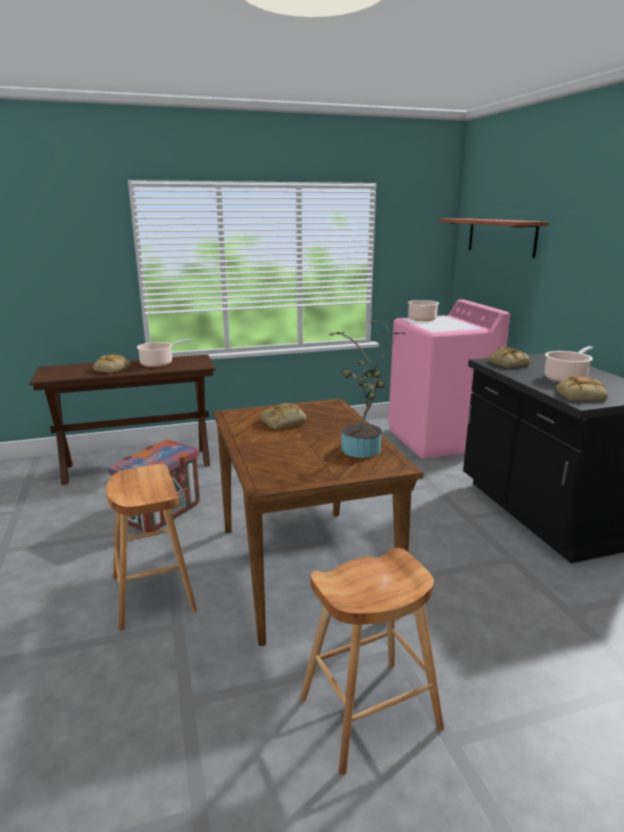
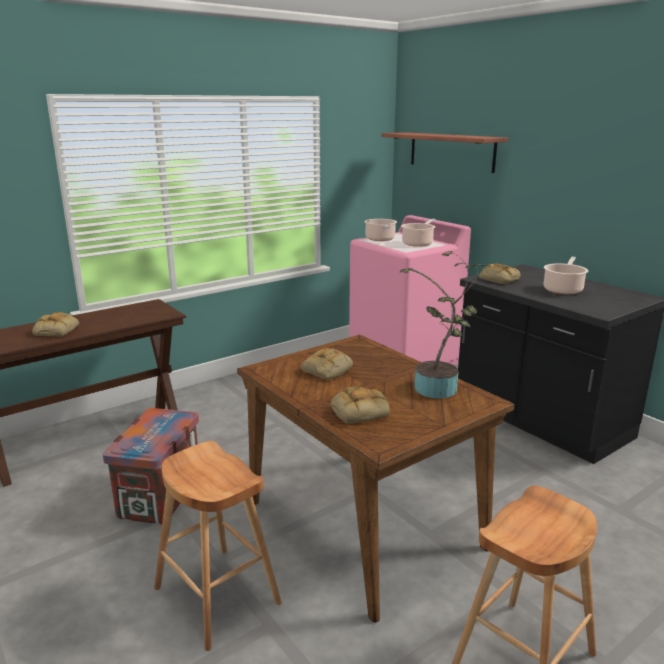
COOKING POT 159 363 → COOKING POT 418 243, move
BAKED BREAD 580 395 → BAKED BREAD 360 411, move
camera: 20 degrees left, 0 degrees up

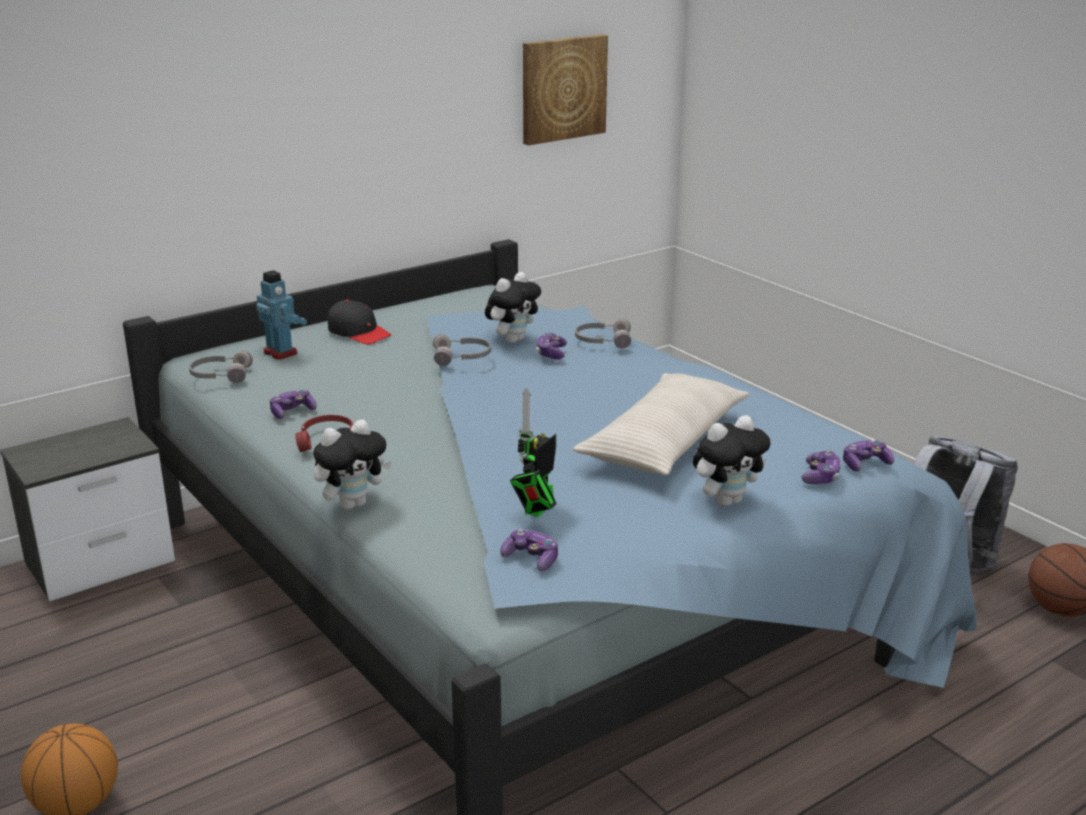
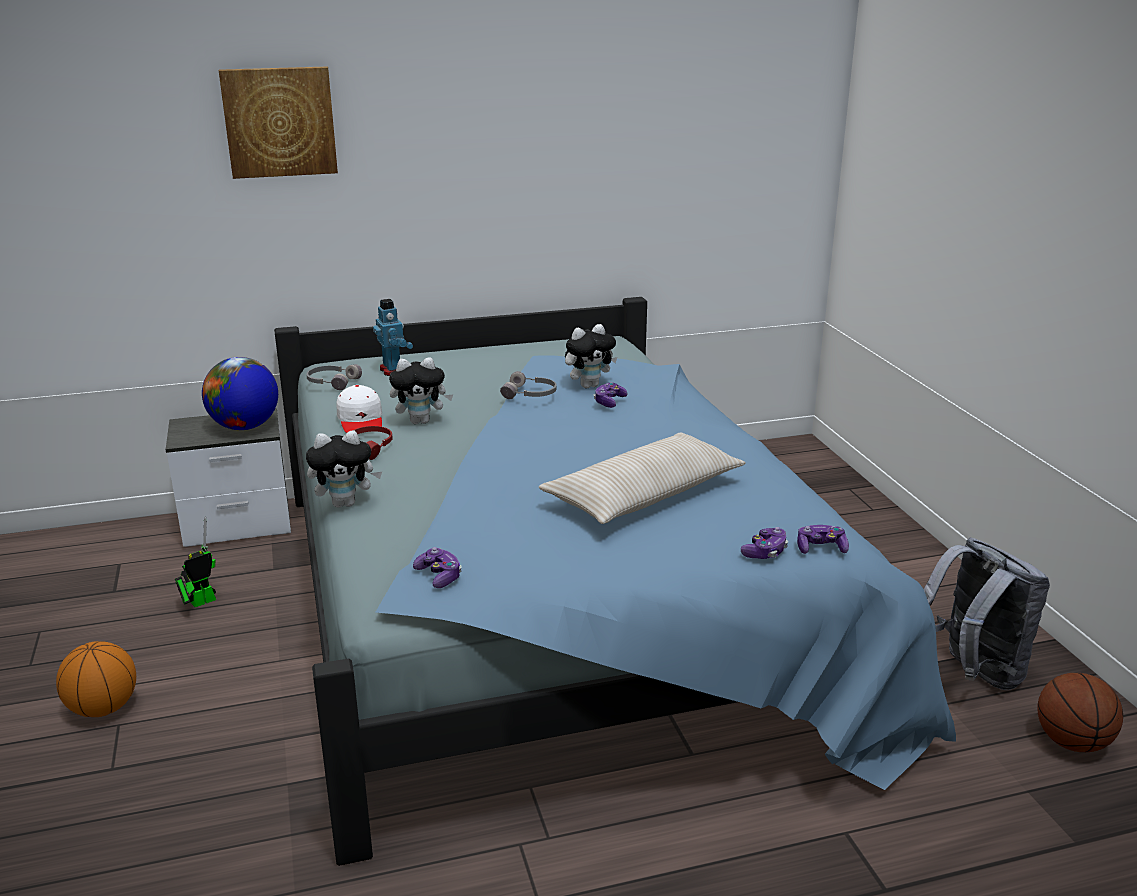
GAMEPAD 292 412 → WHITE-COLOURED BASEBALL CAP 361 420
BLACKISH BASEBALL CAP 359 333 → -
MODEL ROBOT 536 510 → MODEL ROBOT 199 602, move
WALL PICTURE 563 88 → WALL PICTURE 279 122, move
GRAY HEADPHONES 602 341 → -
CUDDLY TOY 727 501 → CUDDLY TOY 421 421, move
- → GLOBE 245 427
camera: 20 degrees right, 0 degrees up

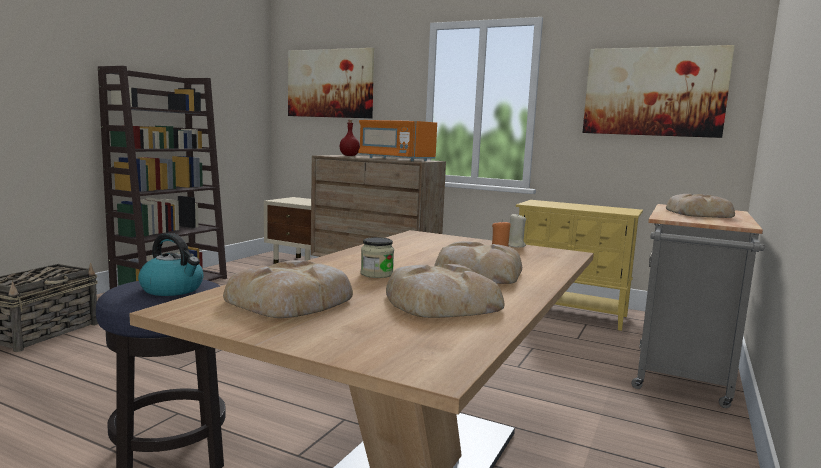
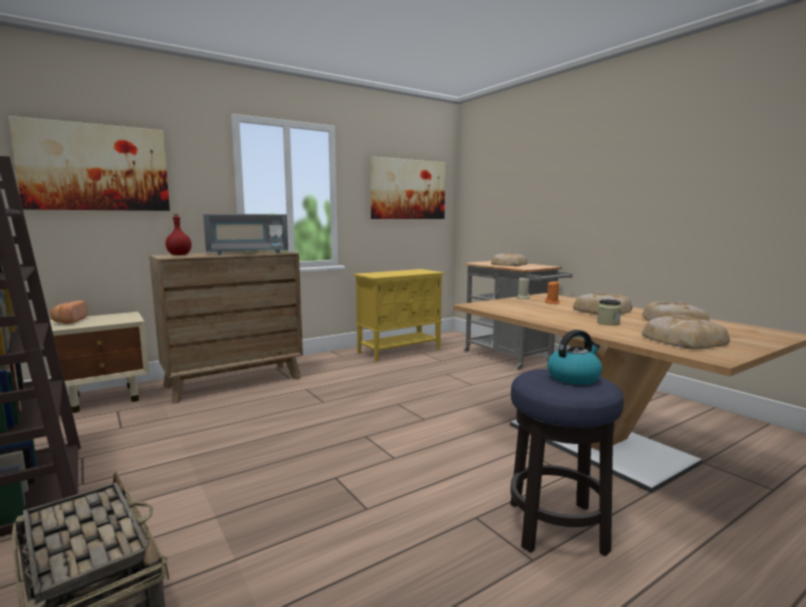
ORANGE-COLOURED MICROWAVE OVEN 394 159 → GRAY MICROWAVE OVEN 247 253
- → BAKED BREAD 69 321
camera: 60 degrees left, 0 degrees up

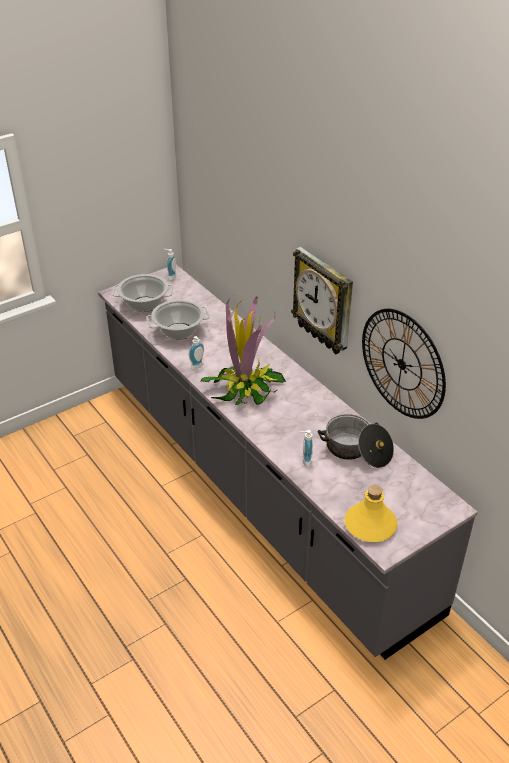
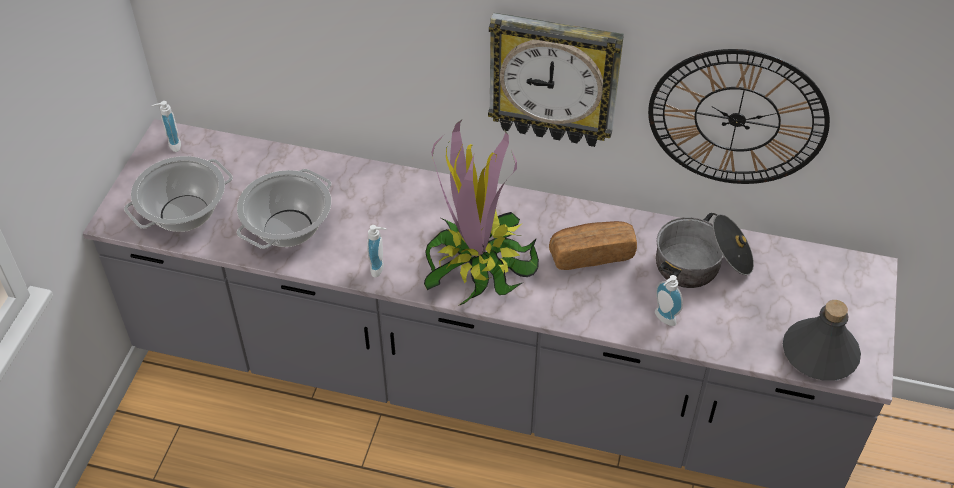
YELLOW DRINK BOTTLE 370 525 → GRAY DRINK BOTTLE 819 354
- → BAKED BREAD 591 254
camera: 40 degrees left, 10 degrees up

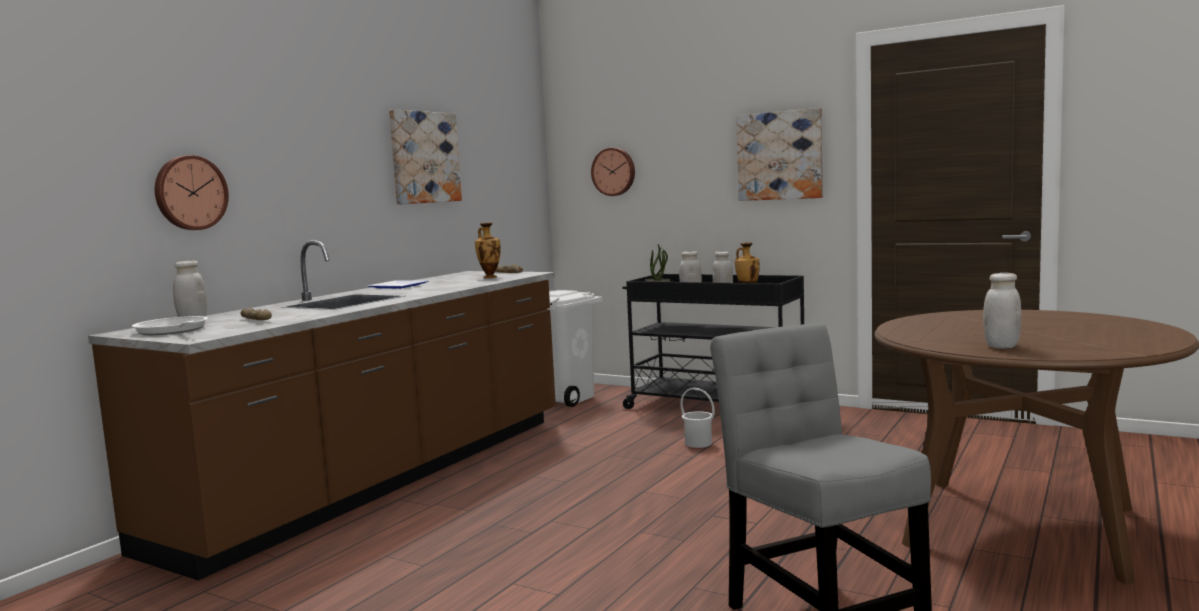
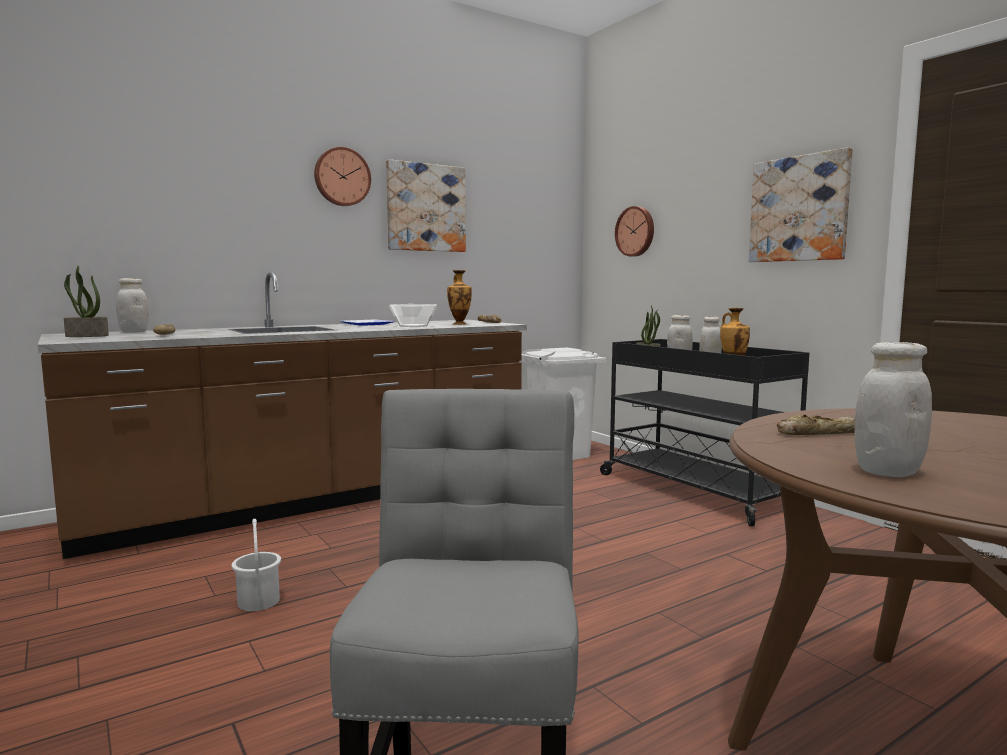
FRYING PAN 173 331 → HOUSEPLANT 86 336
CLOCK ON THE WALL 190 193 → CLOCK ON THE WALL 342 177, move
WHITE-COLOURED BUCKET 698 443 → WHITE-COLOURED BUCKET 258 602, move
- → BOWL 412 326
- → BAKED BREAD 822 433
camera: 25 degrees right, 0 degrees up

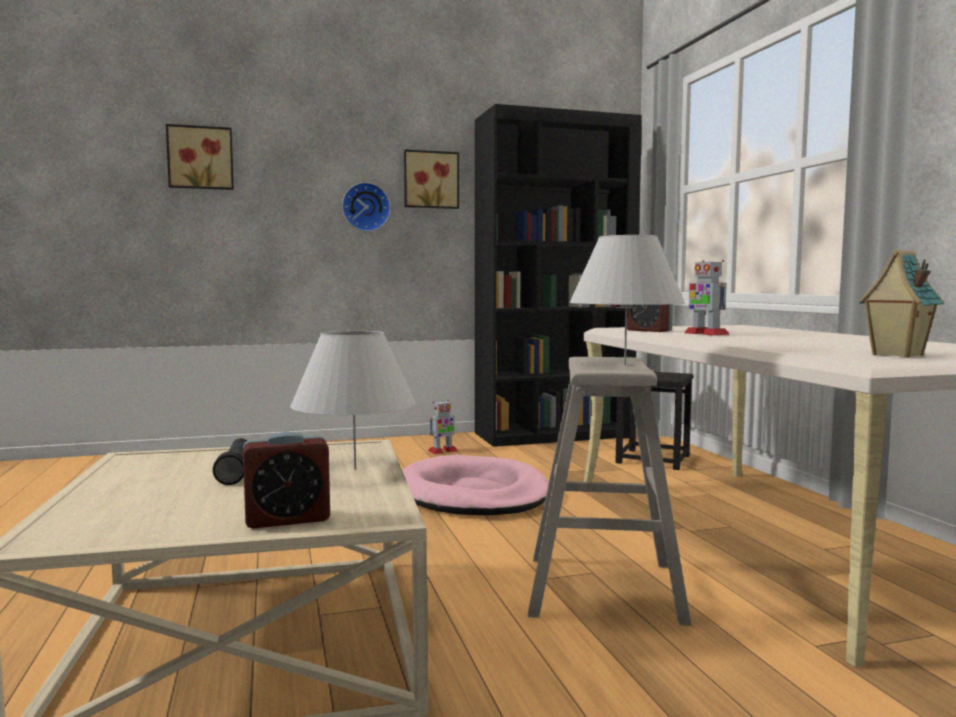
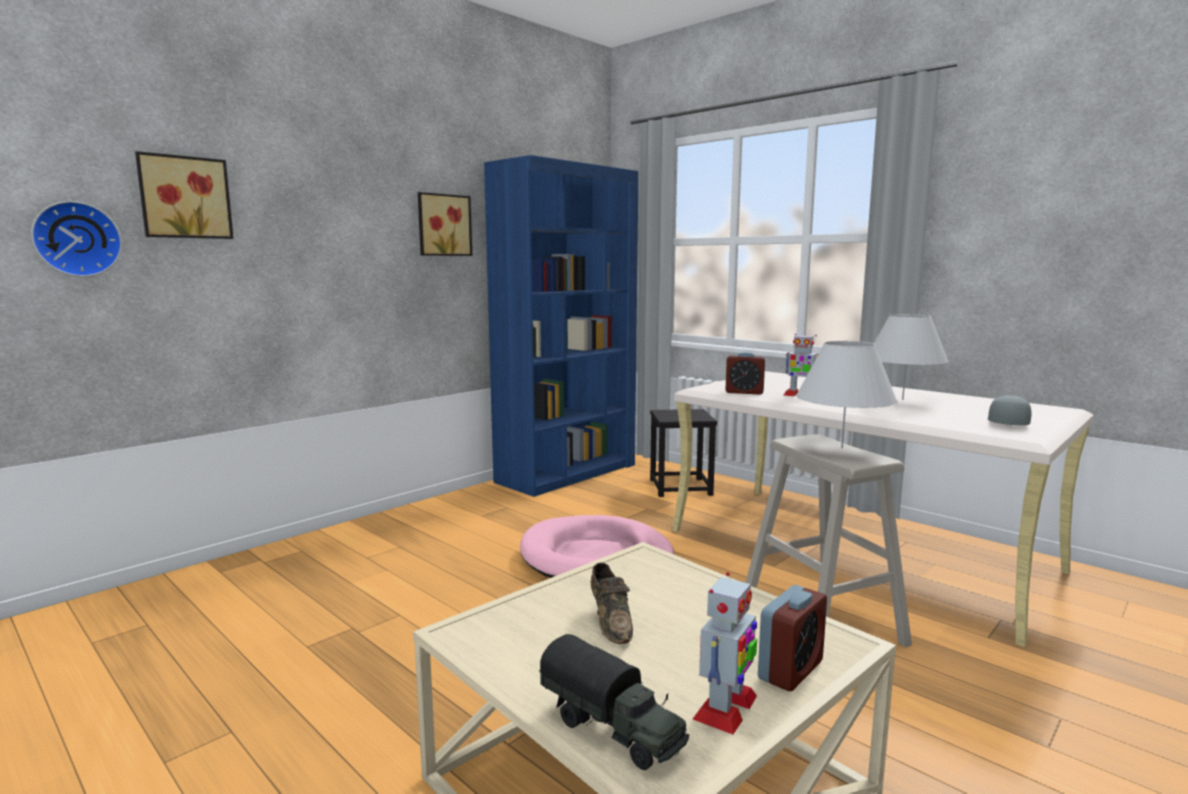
BLACKISH HAND TORCH 236 471 → BROWNISH ITEM OF FOOTWEAR 611 622
WHITE-COLOURED LAMP FOR A TABLE 355 469 → WHITE-COLOURED LAMP FOR A TABLE 902 399, move
CLOCK ON THE WALL 365 207 → CLOCK ON THE WALL 76 239, move
MODEL ROBOT 442 451 → MODEL ROBOT 725 708, move
BLACKISH BOOKSHELF 554 435 → BLUISH BOOKSHELF 567 473
MODEL HOUSE 896 355 → GRAY BASEBALL CAP 1006 423
- → TOY TRUCK 613 729
camera: 30 degrees left, 5 degrees up

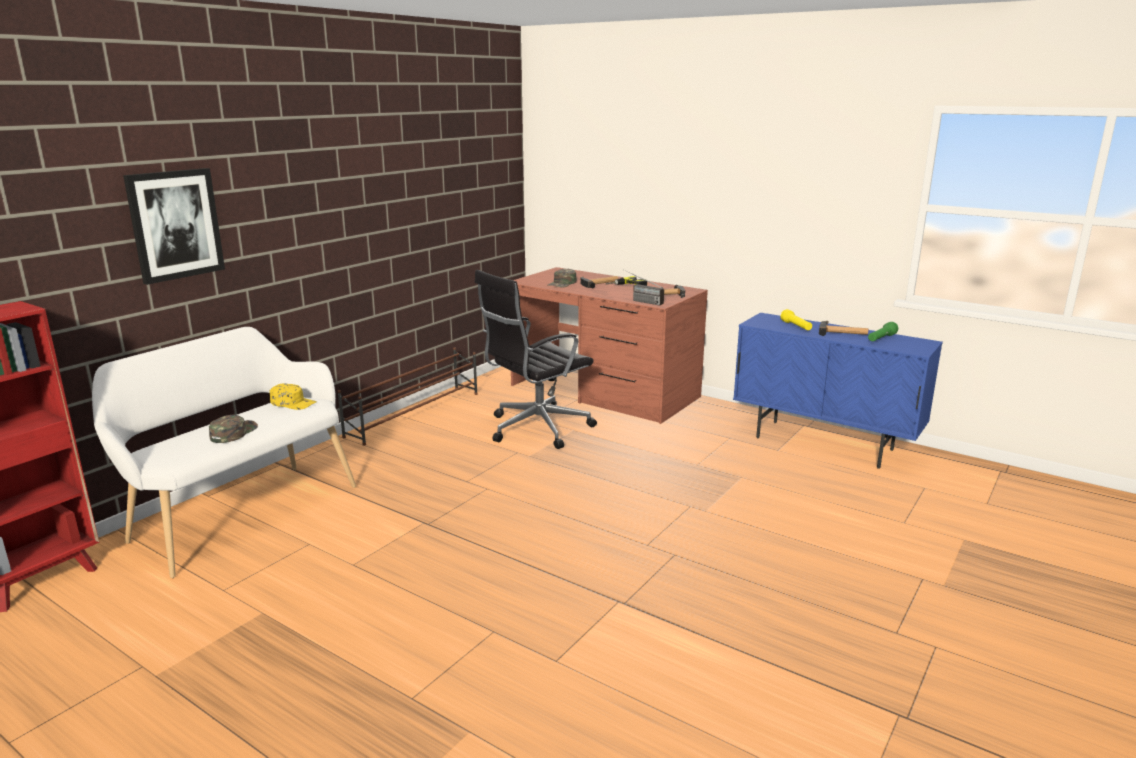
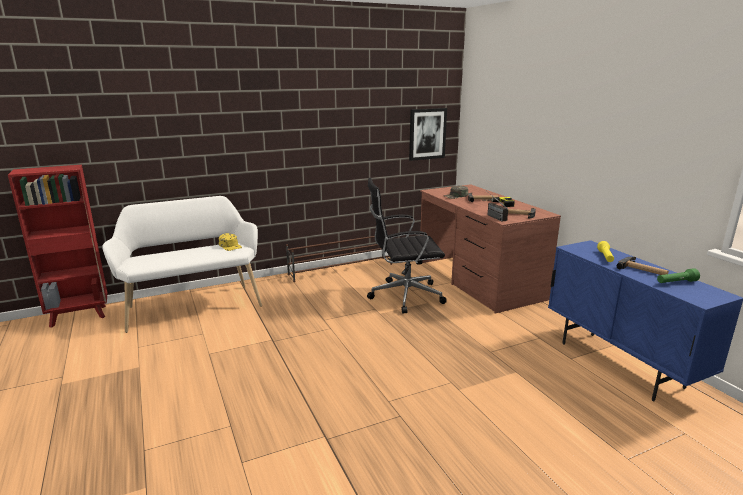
WALL PICTURE 175 224 → WALL PICTURE 427 134, move
GREEN BASEBALL CAP 233 433 → -
camera: 30 degrees right, 0 degrees up

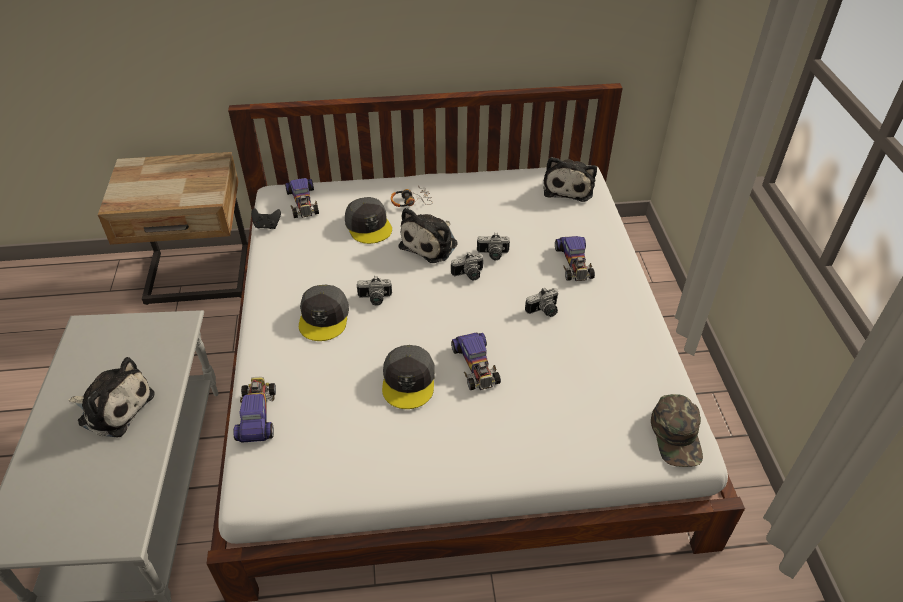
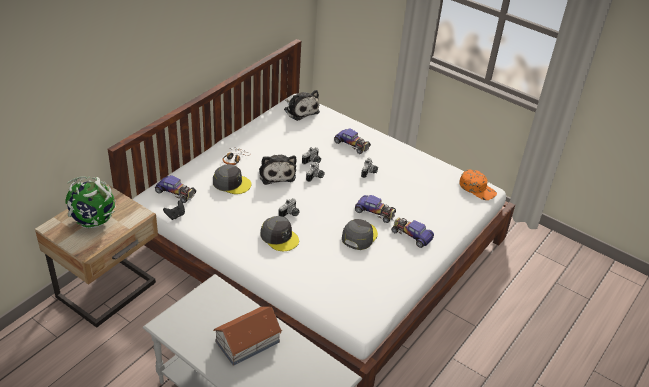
CUDDLY TOY 113 407 → MODEL HOUSE 247 341
MODEL CAR 257 415 → MODEL CAR 411 235, move
GRAY BASEBALL CAP 409 381 → GRAY BASEBALL CAP 359 236, 105 degrees counterclockwise
GREEN BASEBALL CAP 677 435 → ORANGE-COLOURED BASEBALL CAP 477 188
- → GLOBE 93 221
camera: 50 degrees left, 5 degrees down

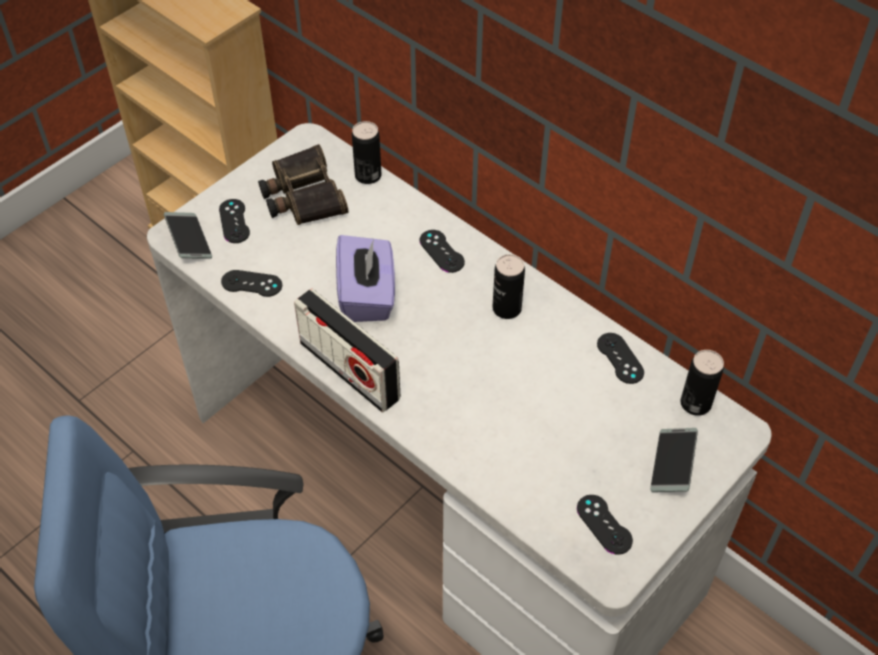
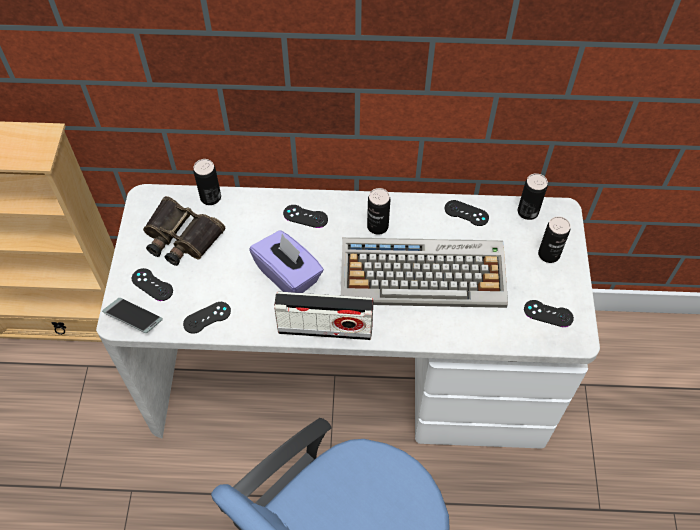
HANDSET 672 464 → SEALED CAN 548 254
- → KEYBOARD 424 273
camera: 40 degrees left, 5 degrees up

